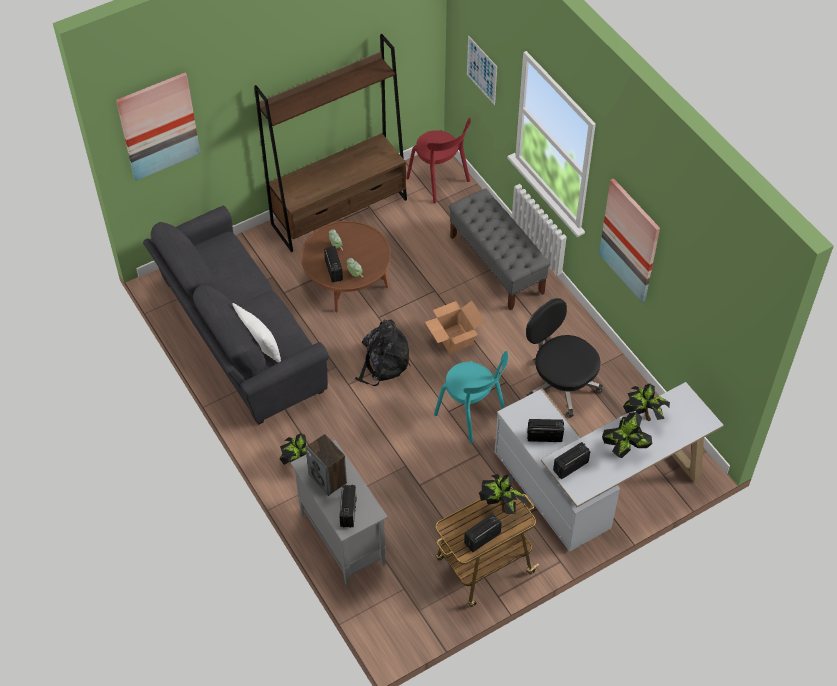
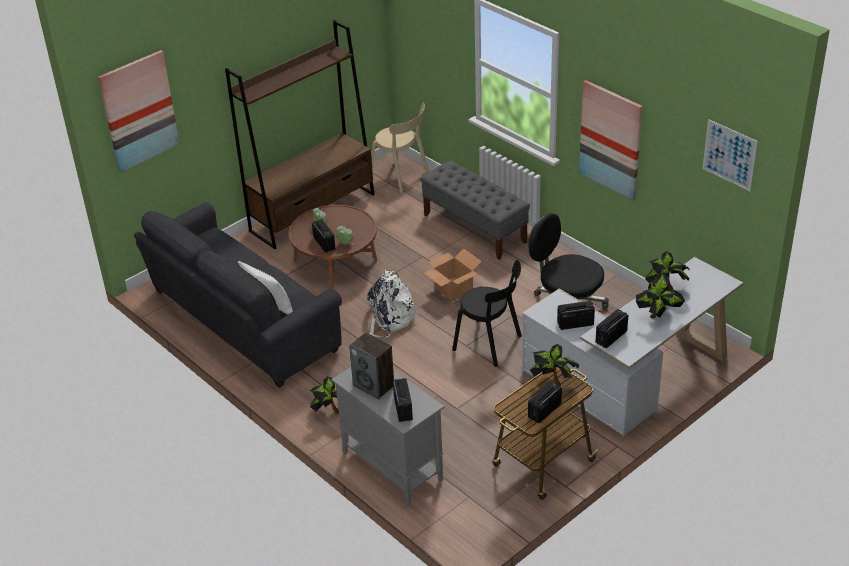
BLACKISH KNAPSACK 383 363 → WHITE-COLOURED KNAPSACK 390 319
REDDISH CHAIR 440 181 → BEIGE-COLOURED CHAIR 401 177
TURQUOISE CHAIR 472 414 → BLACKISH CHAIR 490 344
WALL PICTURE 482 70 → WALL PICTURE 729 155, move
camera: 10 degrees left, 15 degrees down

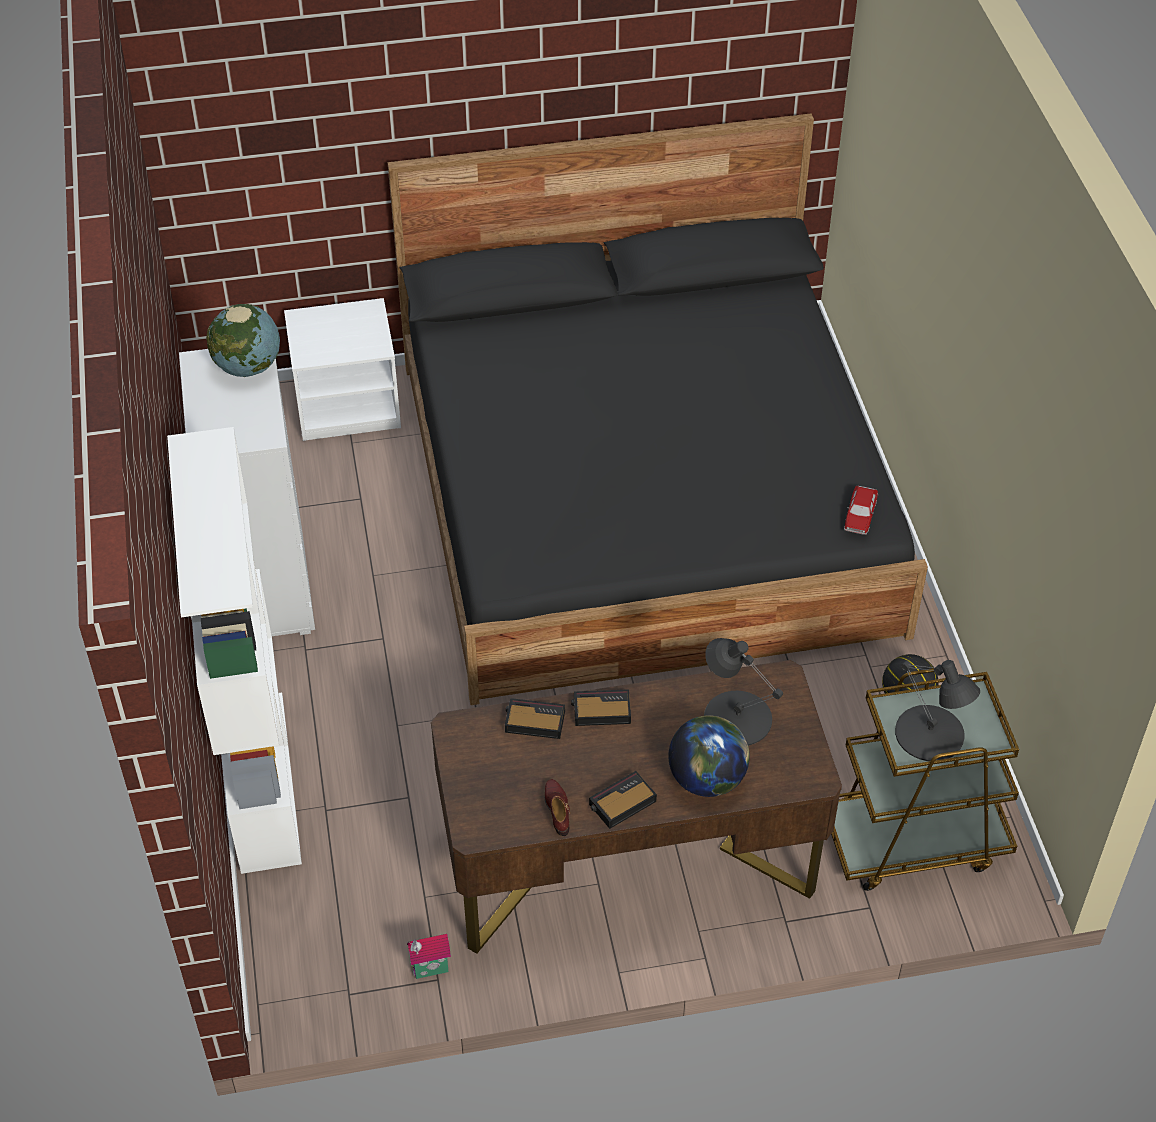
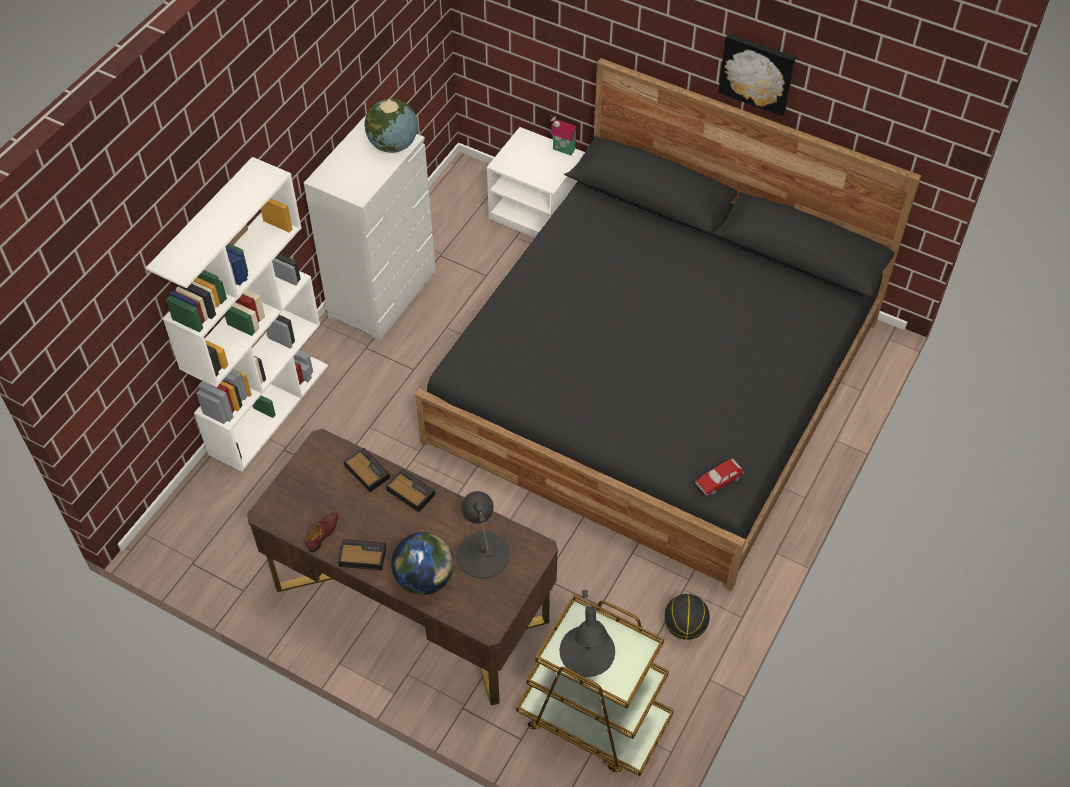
MODEL HOUSE 430 971 → MODEL HOUSE 563 150, move
- → WALL PICTURE 757 73
camera: 40 degrees right, 5 degrees up

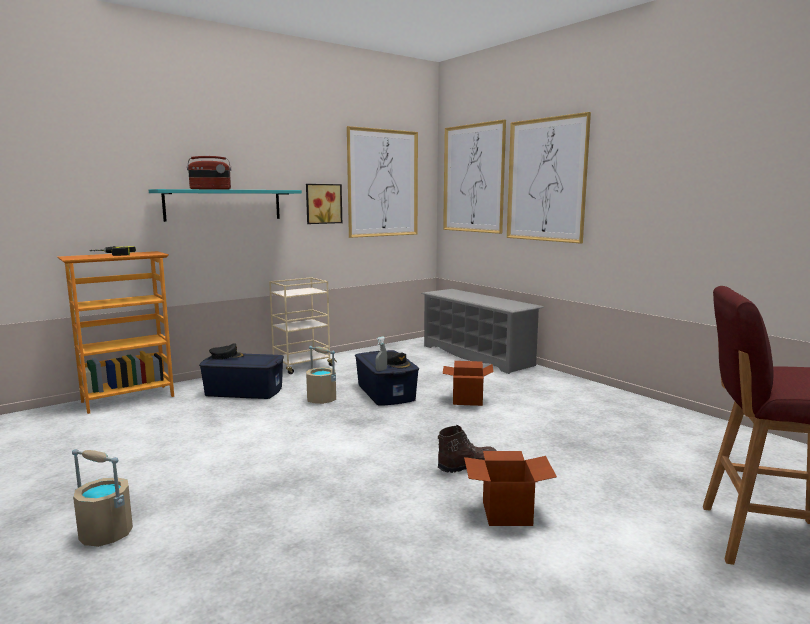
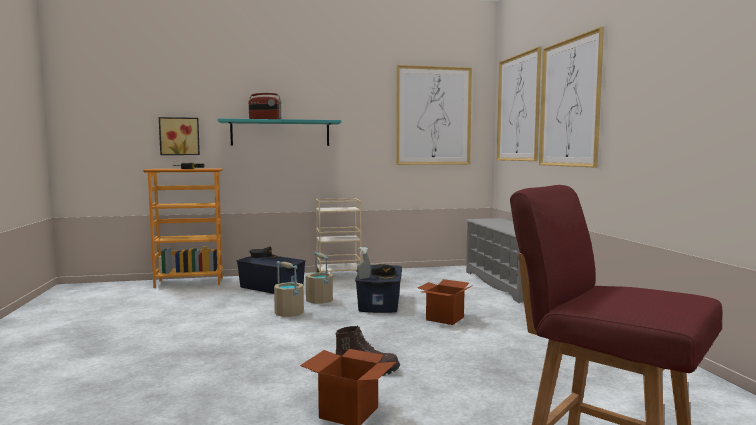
BEIGE-COLOURED BUCKET 106 534 → BEIGE-COLOURED BUCKET 288 313, move
WALL PICTURE 323 203 → WALL PICTURE 179 136, move
camera: 25 degrees right, 5 degrees down

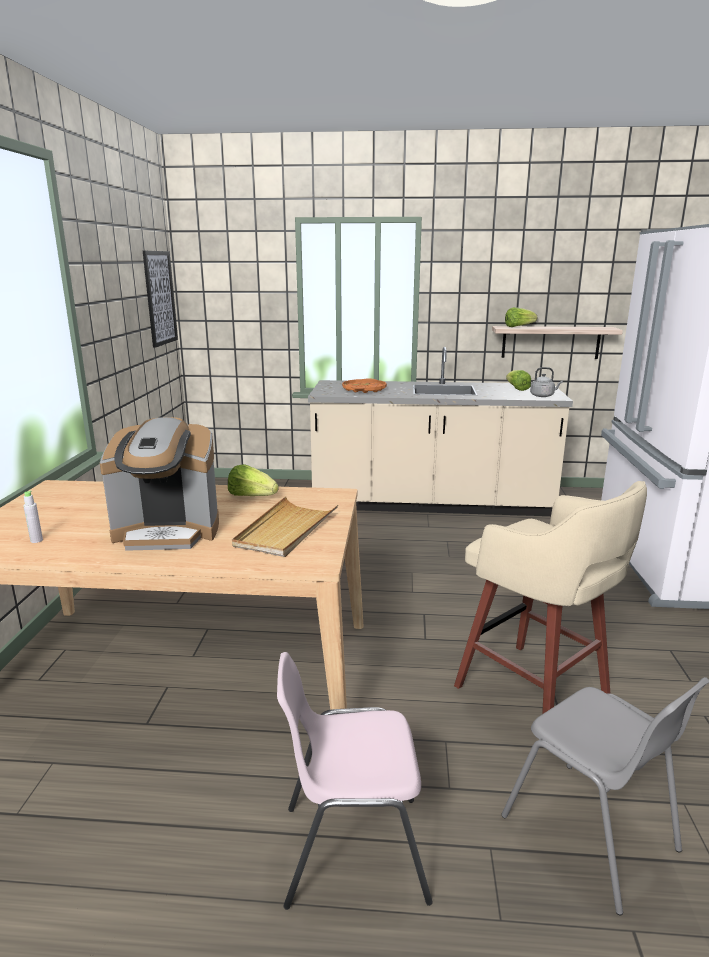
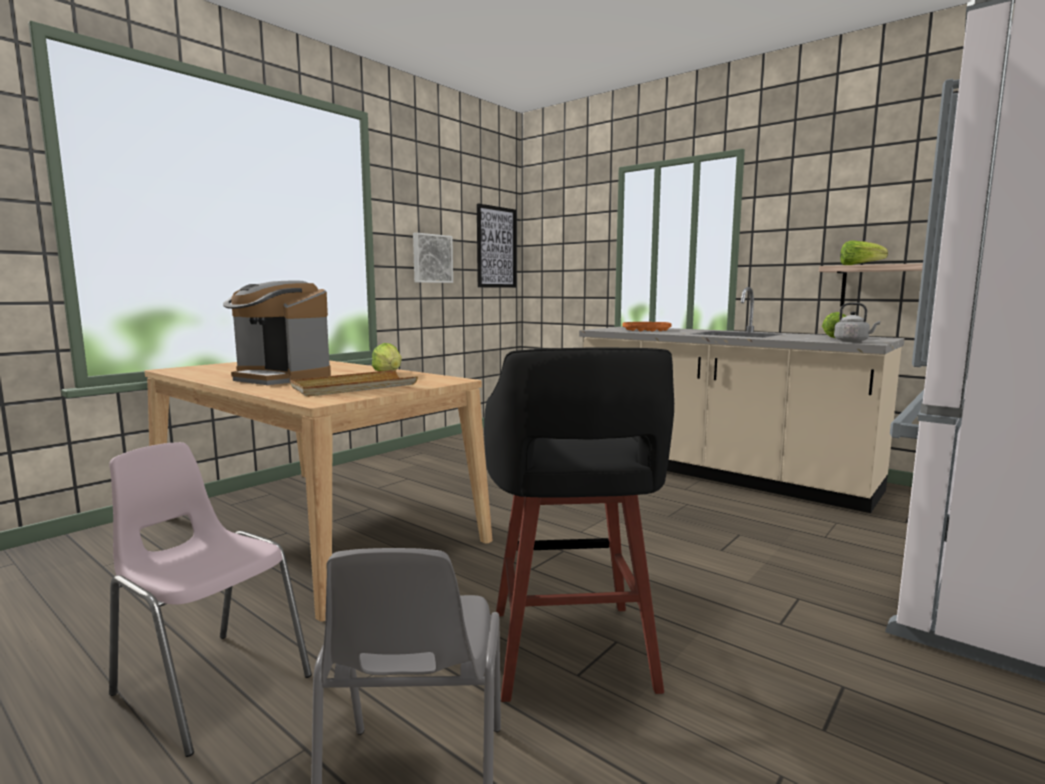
GRAY DRINK BOTTLE 36 540 → -
BEIGE-COLOURED STOOL 535 694 → BLACKISH STOOL 571 653
- → WALL PICTURE 431 258
camera: 35 degrees right, 10 degrees down

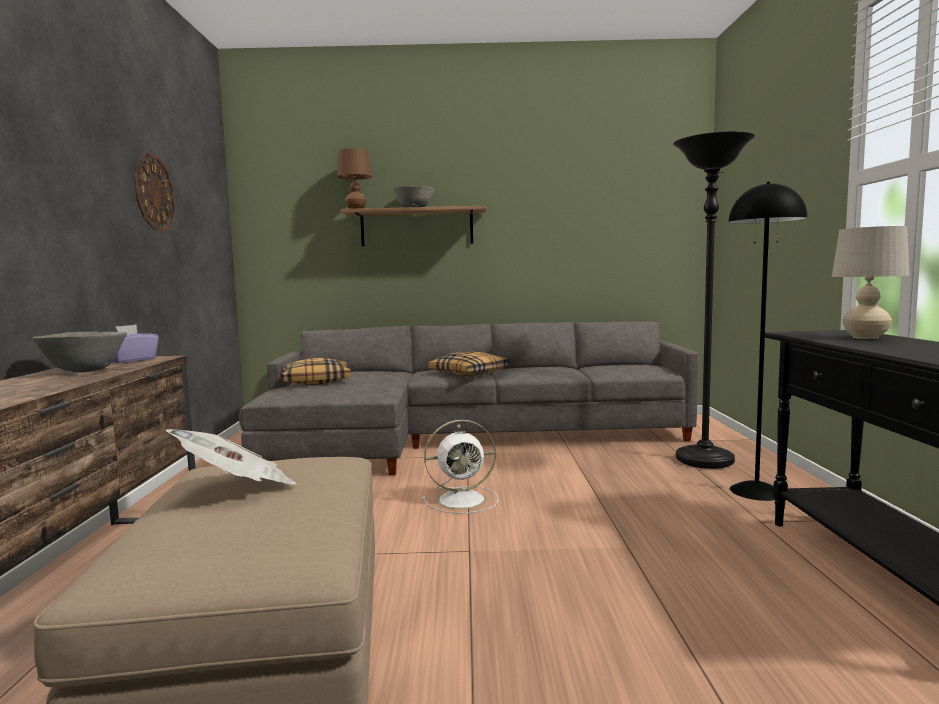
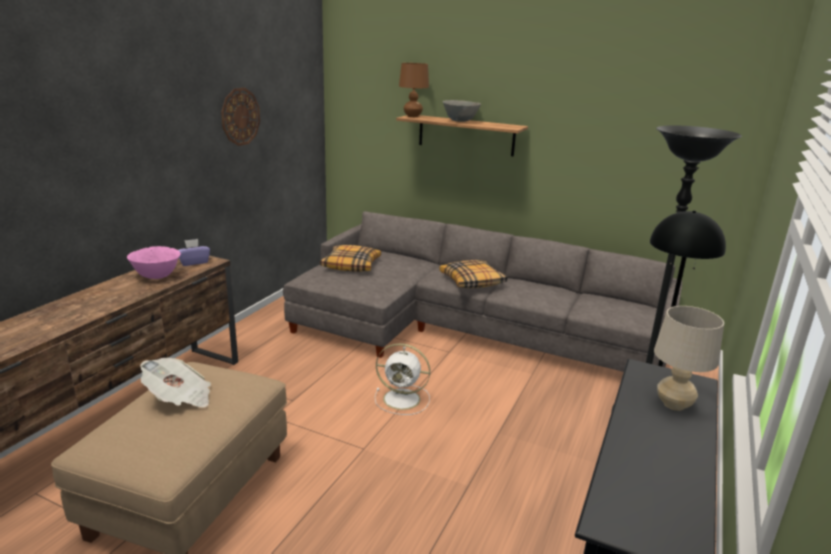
GRAY BOWL 84 371 → PINK-COLOURED BOWL 156 276
camera: 25 degrees right, 15 degrees up

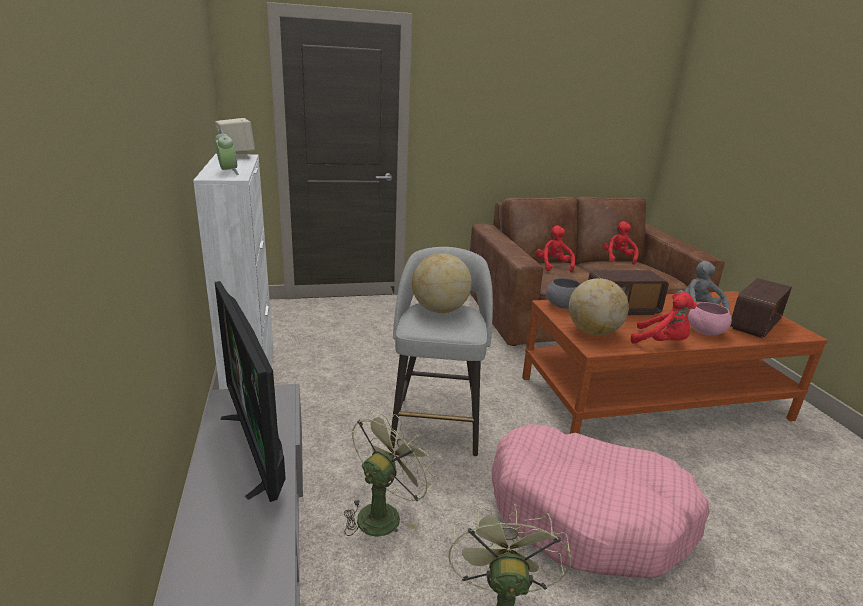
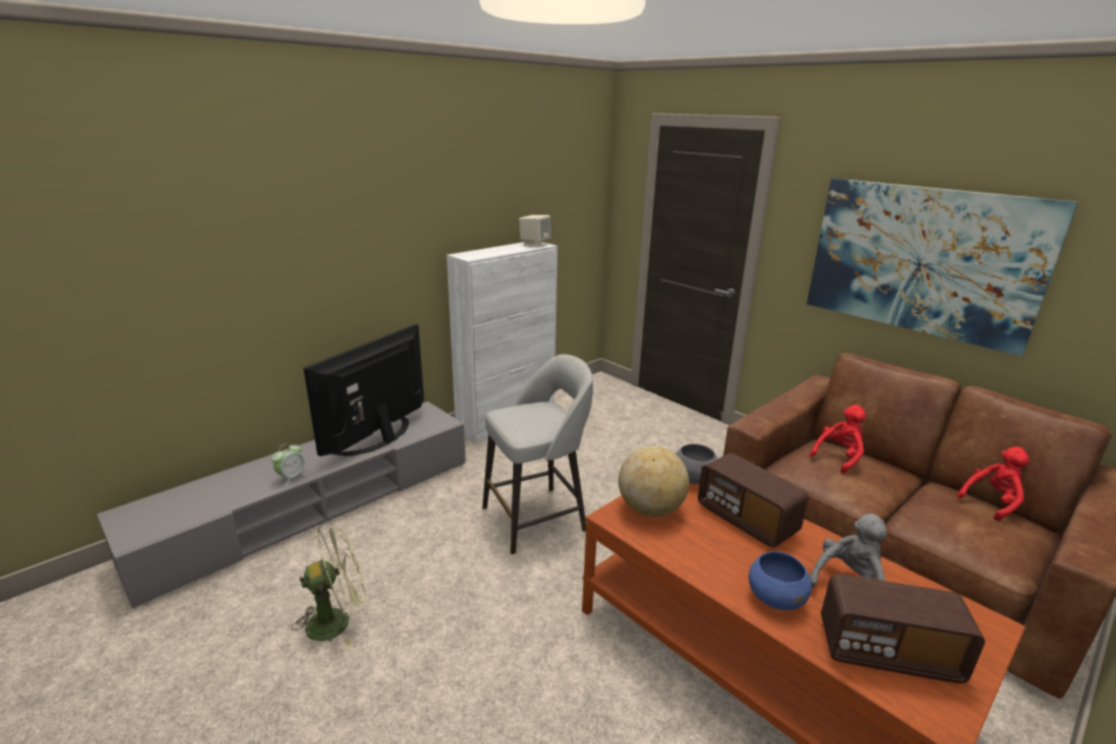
BEDSIDE CLOCK 228 172 → BEDSIDE CLOCK 291 477, move
GREEN COOLING FAN 384 513 → -
GLOBE 439 310 → -
PINK-COLOURED PET BED 588 514 → -
REDDISH CUDDLY TOY 661 343 → -
PINK-COLOURED BOWL 705 332 → BLUISH BOWL 775 598
- → WALL PICTURE 922 260
camera: 60 degrees right, 0 degrees up

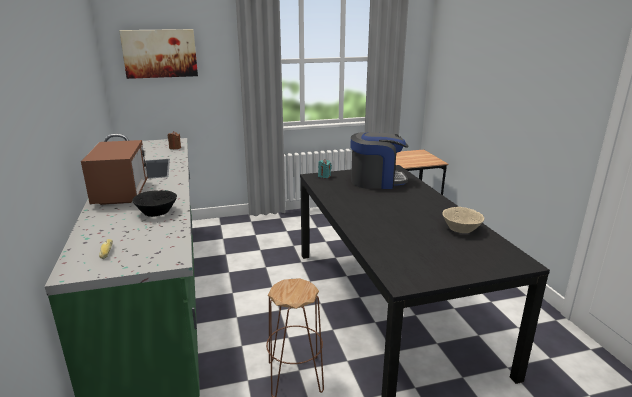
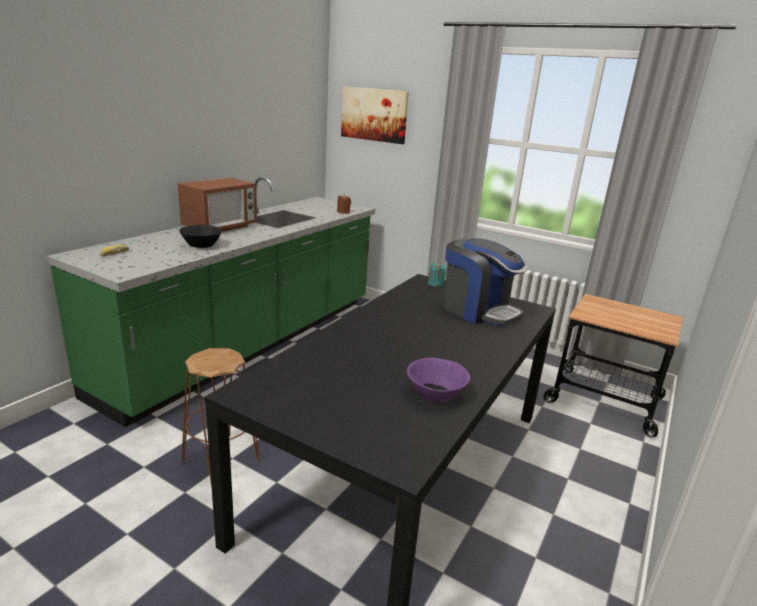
BEIGE-COLOURED BOWL 461 229 → PURPLE BOWL 435 394
camera: 45 degrees right, 0 degrees up

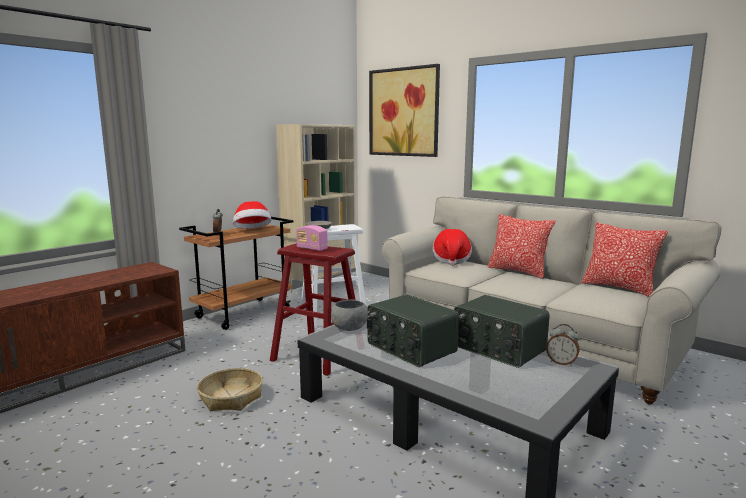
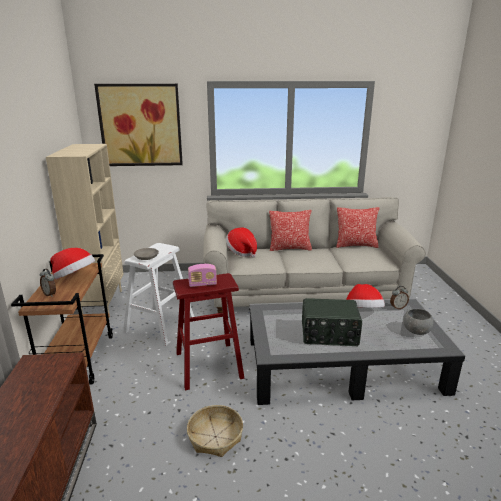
GRAY BOWL 350 328 → GRAY BOWL 416 331, move
RADIO SET 498 349 → CLOTHING HAT 363 312
camera: 45 degrees left, 10 degrees up

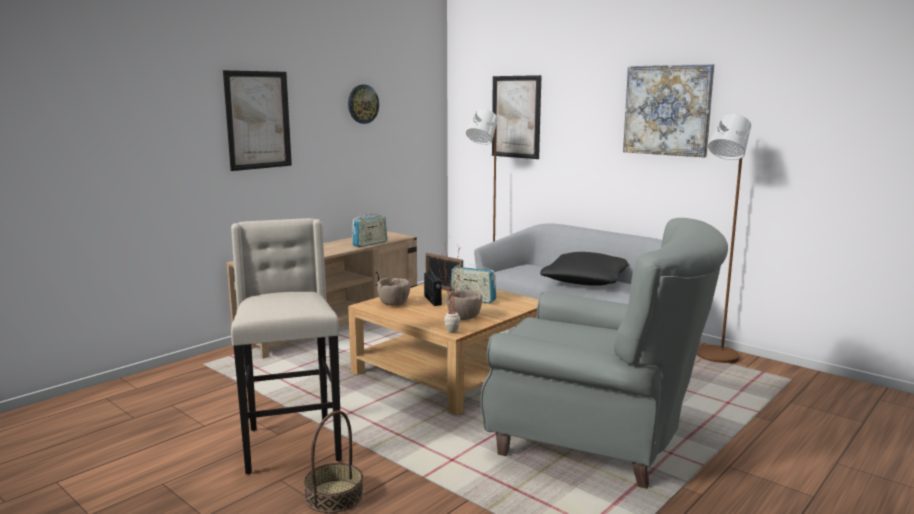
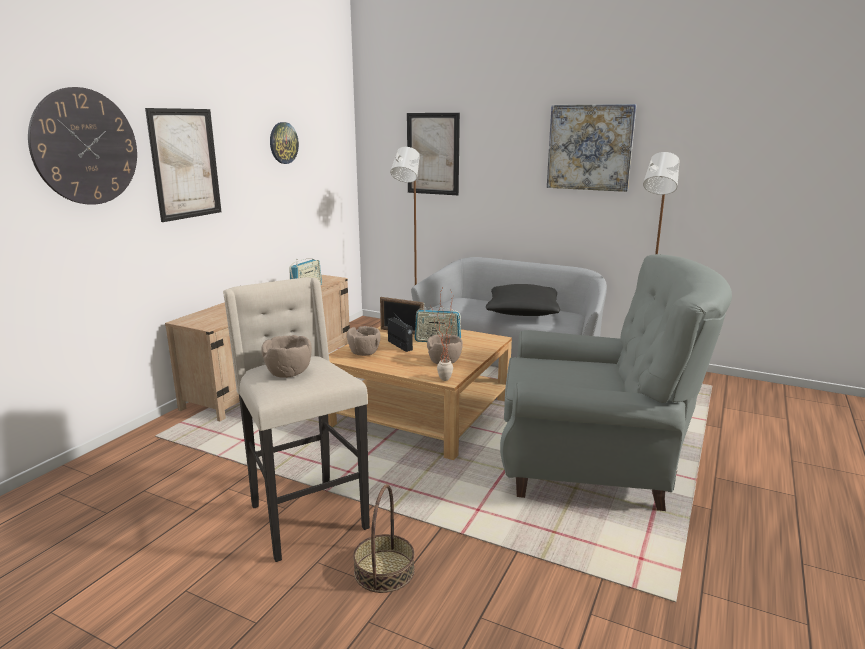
- → CLOCK ON THE WALL 85 147
- → BROWNISH BOWL 289 372
camera: 15 degrees left, 5 degrees up

